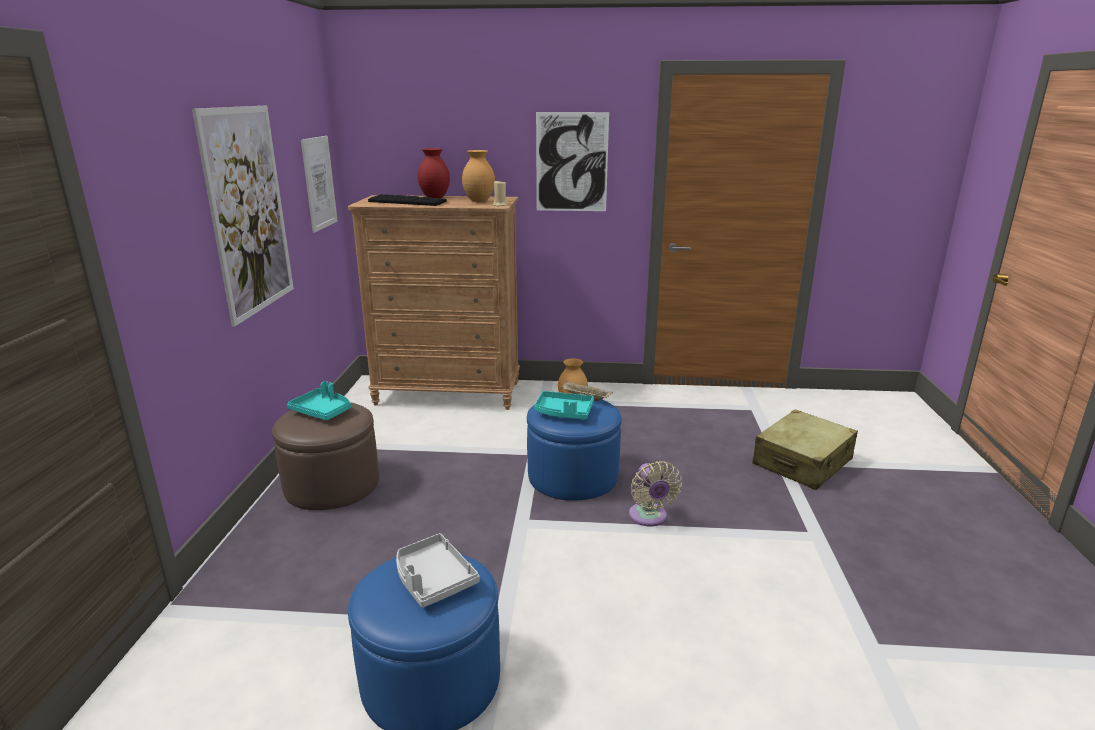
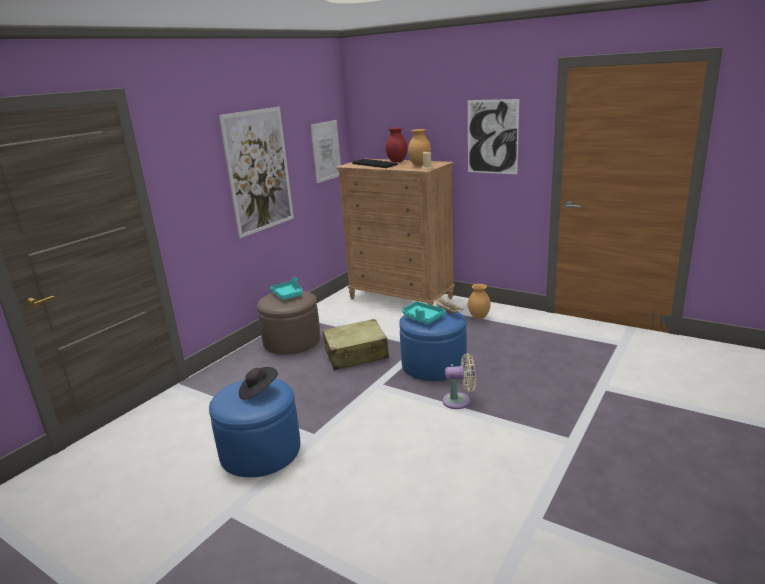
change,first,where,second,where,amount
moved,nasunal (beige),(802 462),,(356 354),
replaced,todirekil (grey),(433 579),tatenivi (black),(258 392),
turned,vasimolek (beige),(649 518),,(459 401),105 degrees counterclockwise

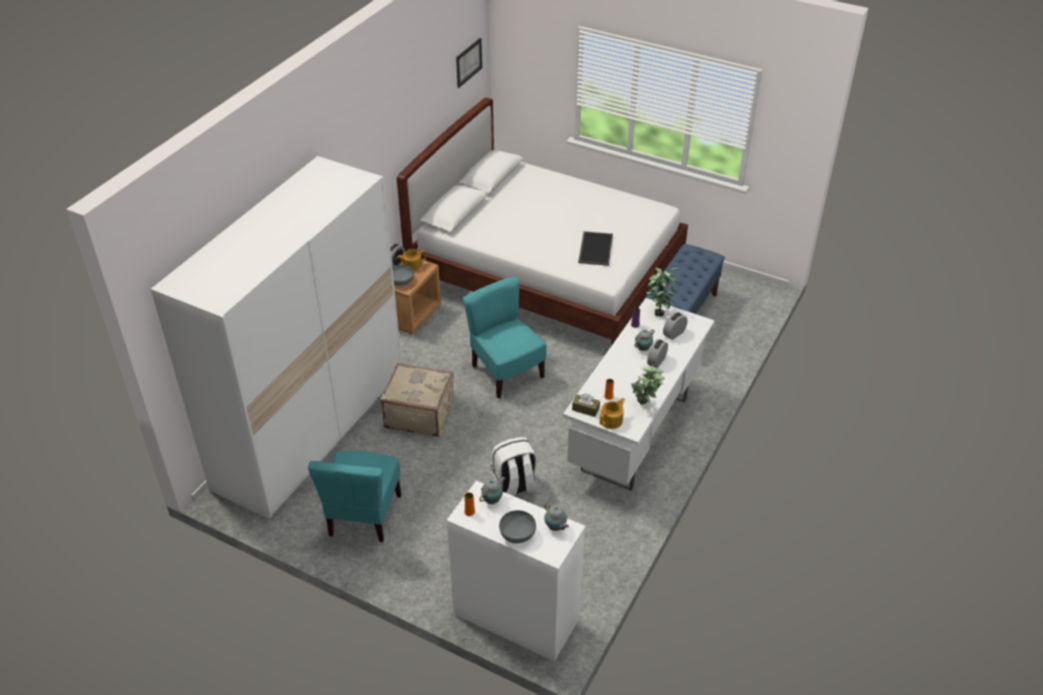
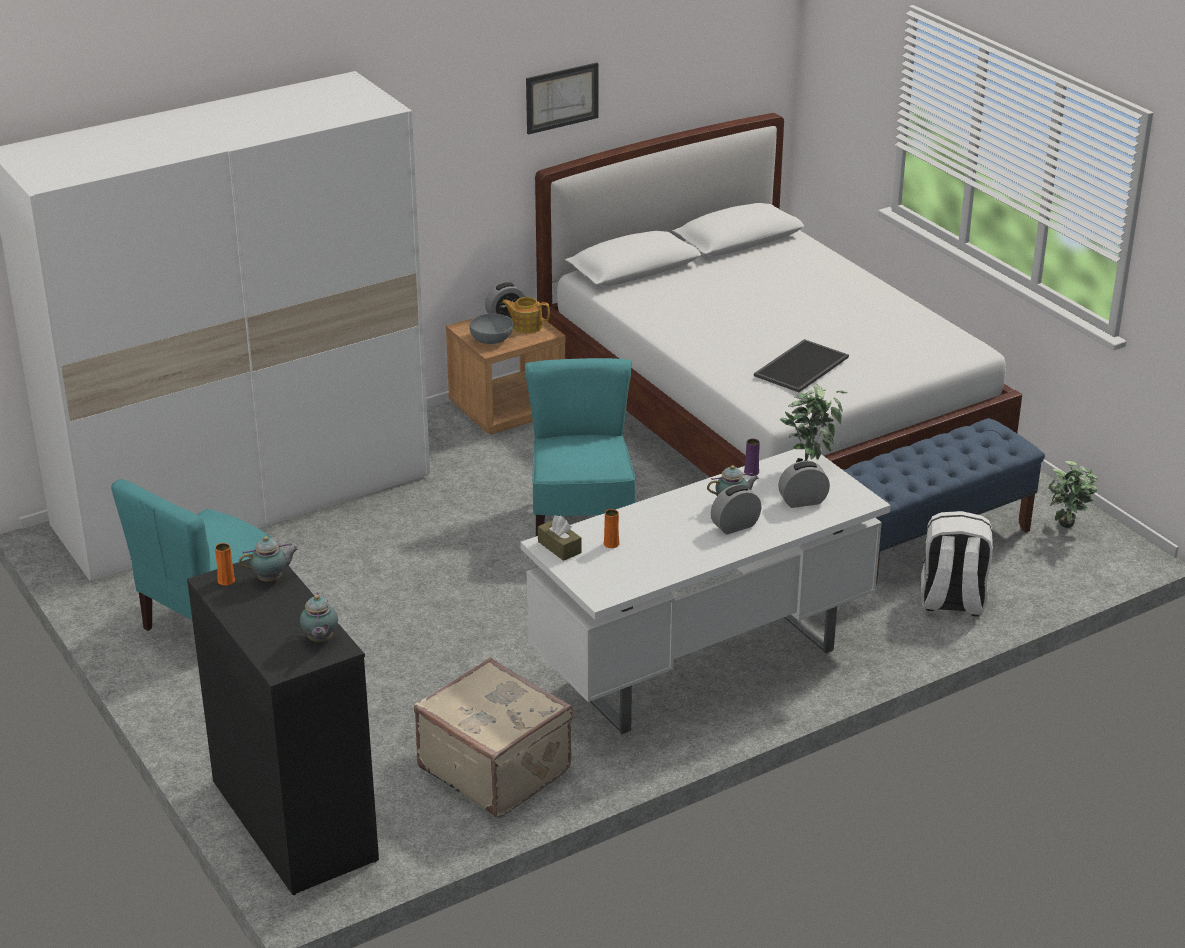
change,first,where,second,where,amount
removed,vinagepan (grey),(517 533),,,
removed,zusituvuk,(612 421),,,
moved,nasunal (beige),(419 414),,(496 768),
moved,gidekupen,(468 62),,(561 97),
moved,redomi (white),(514 487),,(952 601),
moved,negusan,(645 406),,(1067 530),
recoloured,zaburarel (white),(516 617),zaburarel (black),(294 821),

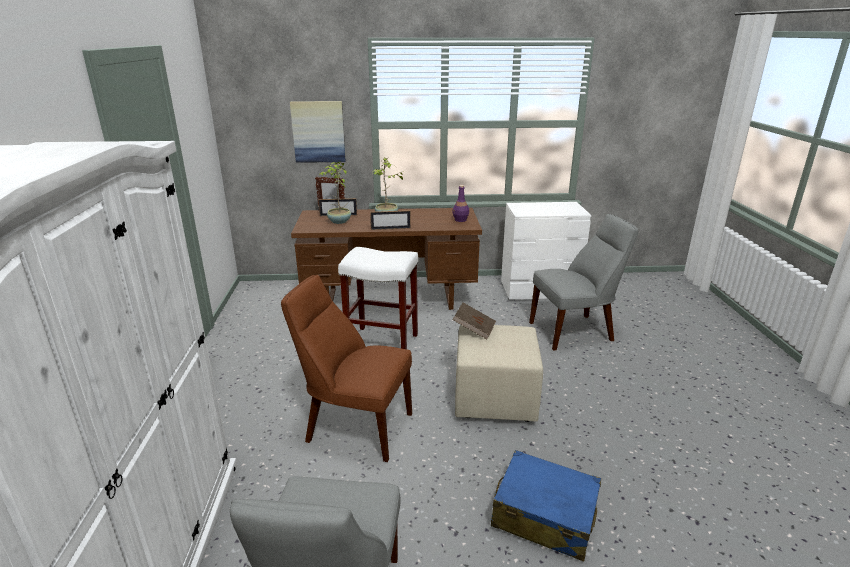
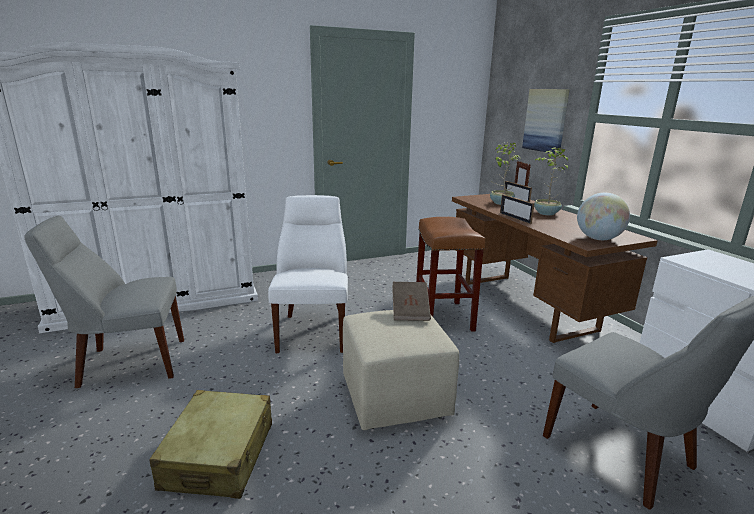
change,first,where,second,where,amount
replaced,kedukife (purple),(460 220),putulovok,(598 239),
recoloured,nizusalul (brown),(355 426),nizusalul (white),(313 330),
recoloured,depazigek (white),(381 342),depazigek (brown),(442 316),
recoloured,nasunal (blue),(544 515),nasunal (beige),(219 455),

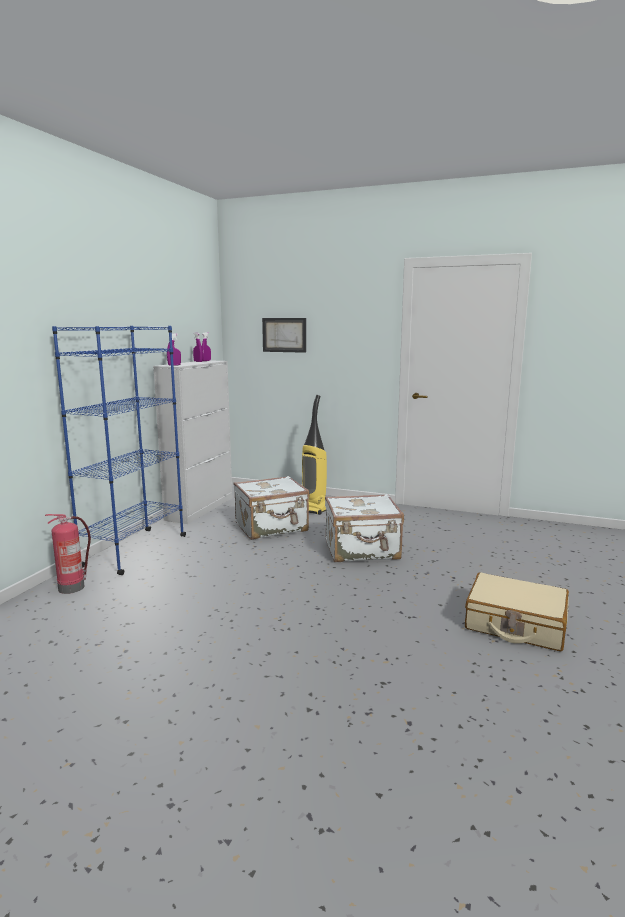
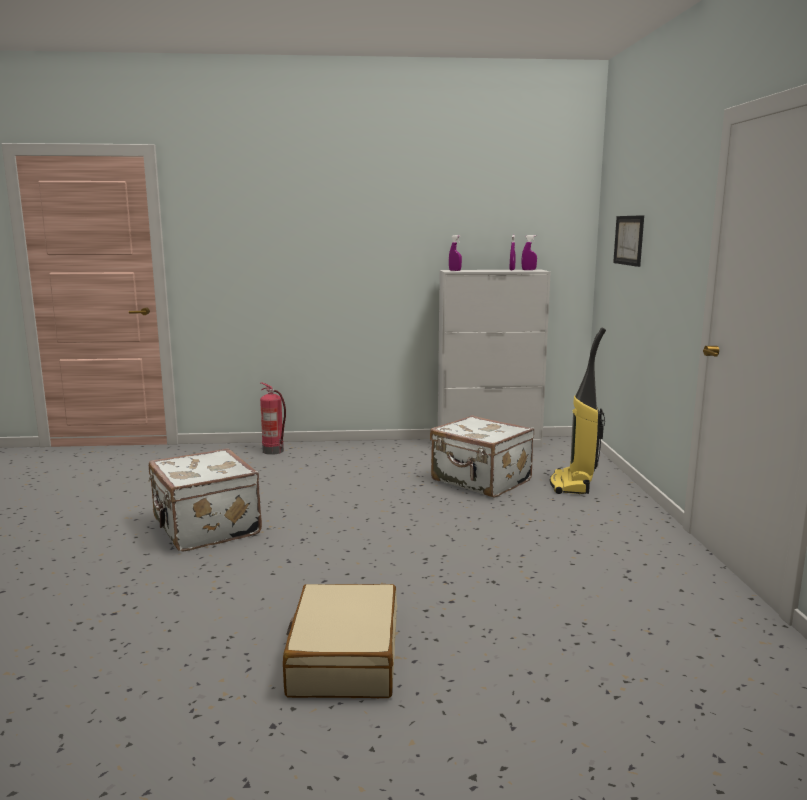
change,first,where,second,where,amount
removed,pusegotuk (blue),(135 551),,,
moved,nasunal (white),(362 550),,(205 528),

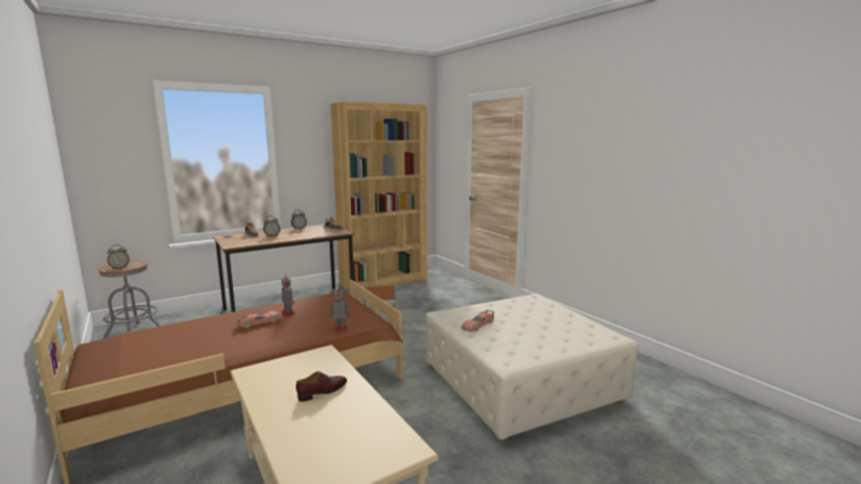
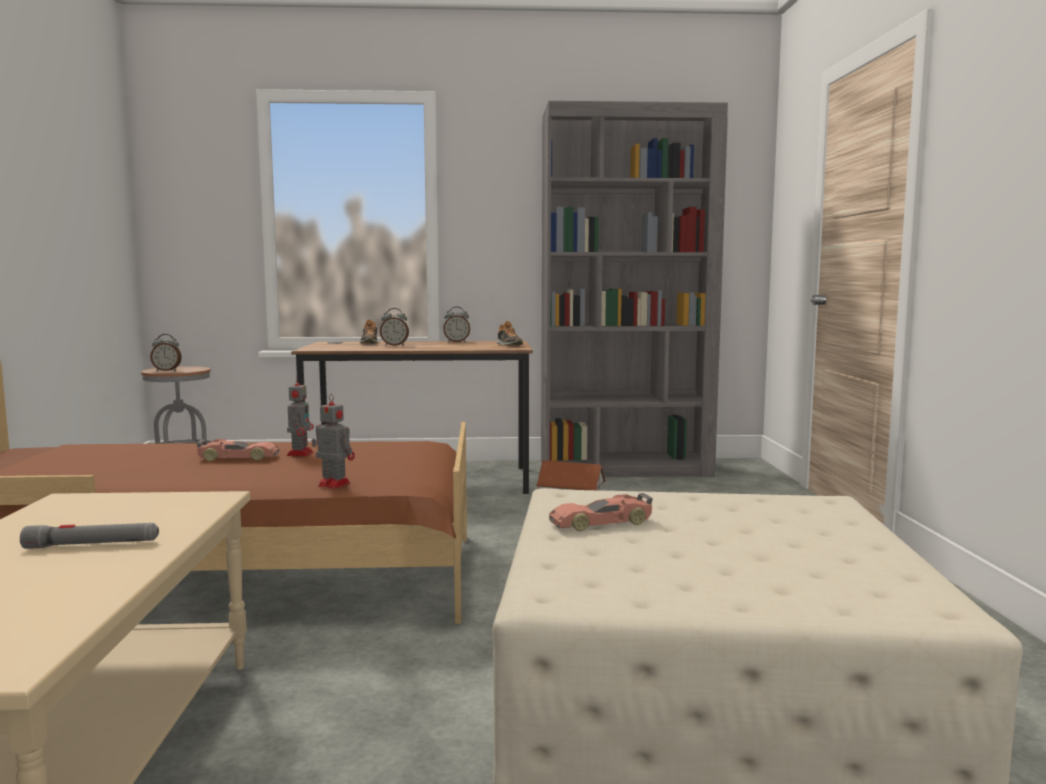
change,first,where,second,where,amount
replaced,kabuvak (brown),(323 391),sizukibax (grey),(92 545),
recoloured,pusegotuk (brown),(384 281),pusegotuk (grey),(625 469),

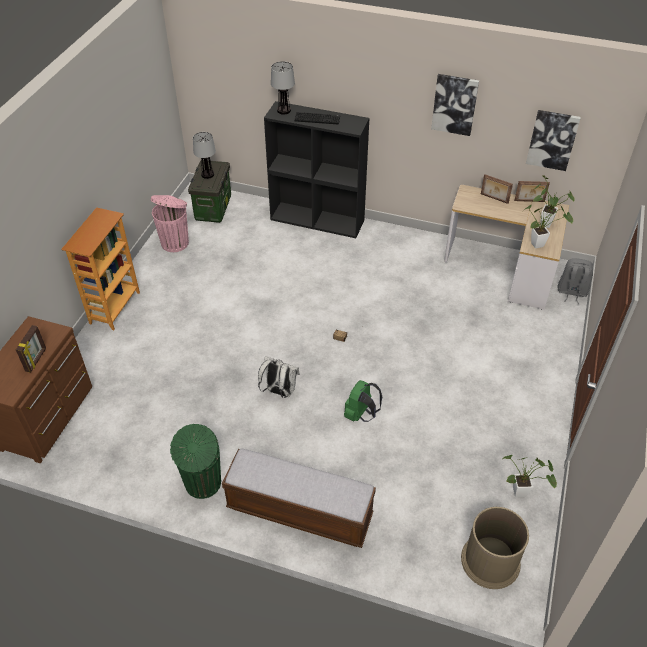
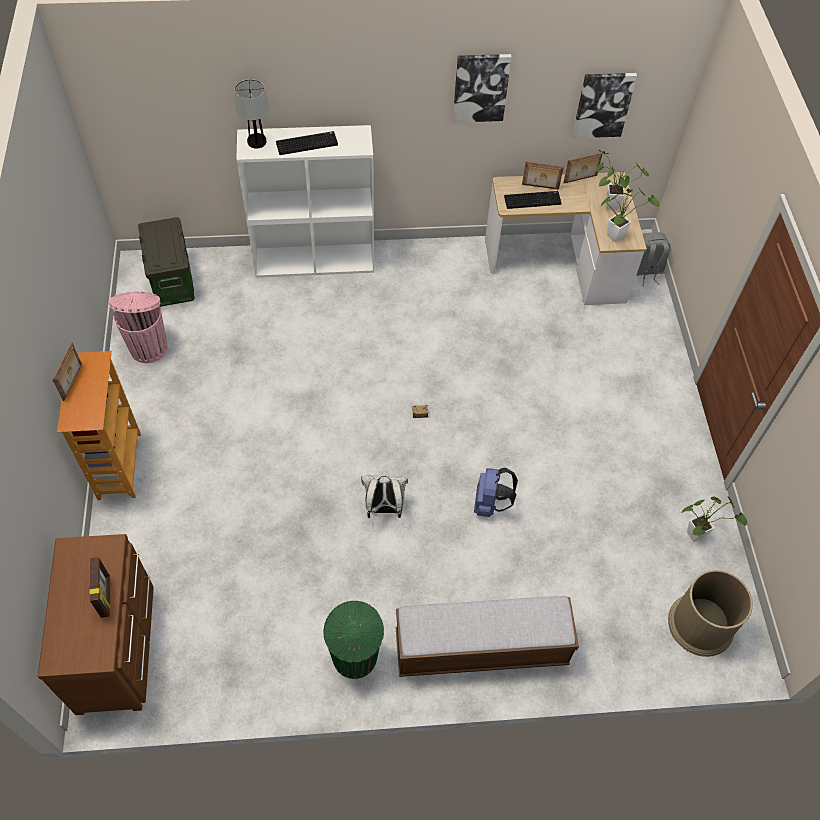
change,first,where,second,where,amount
removed,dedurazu,(207 174),,,
added,,,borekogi,(73 382),
added,,,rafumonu,(533 200),
recoloured,pusegotuk (black),(318 220),pusegotuk (white),(315 260),
recoloured,redomi (green),(361 414),redomi (blue),(490 504),

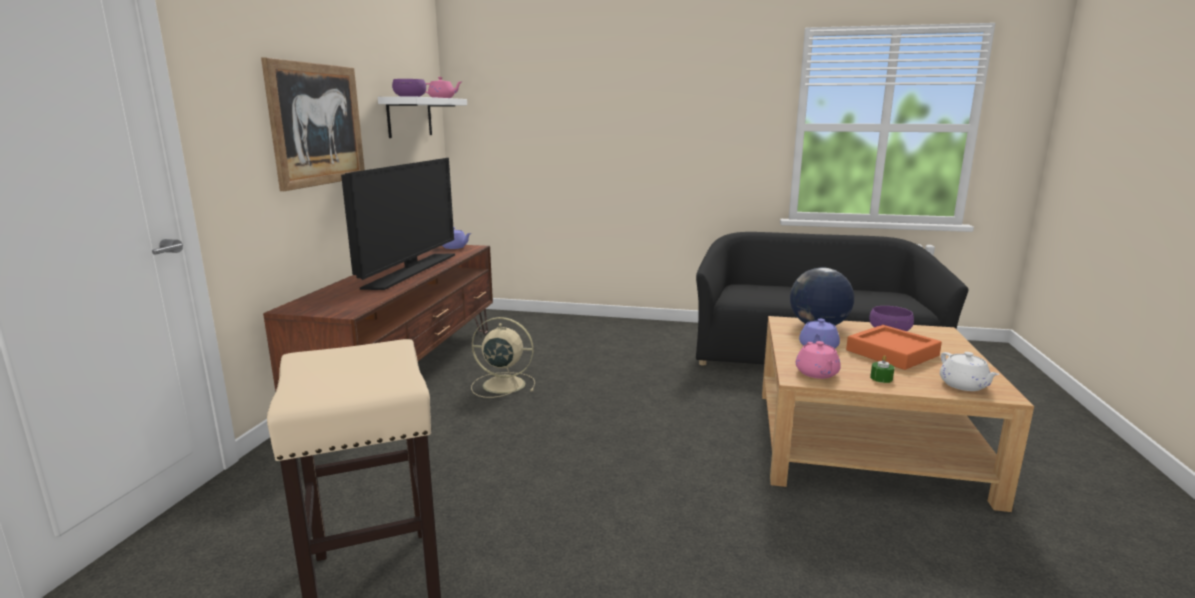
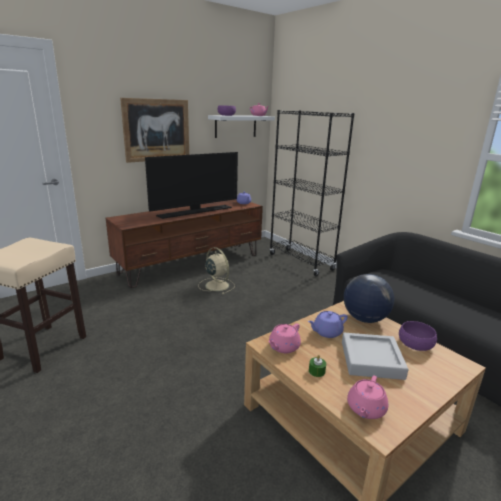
change,first,where,second,where,amount
added,,,pusegotuk (black),(301 262),
recoloured,todirekil (orange),(892 353),todirekil (grey),(371 360),
recoloured,zusituvuk (white),(964 385),zusituvuk (pink),(365 409),

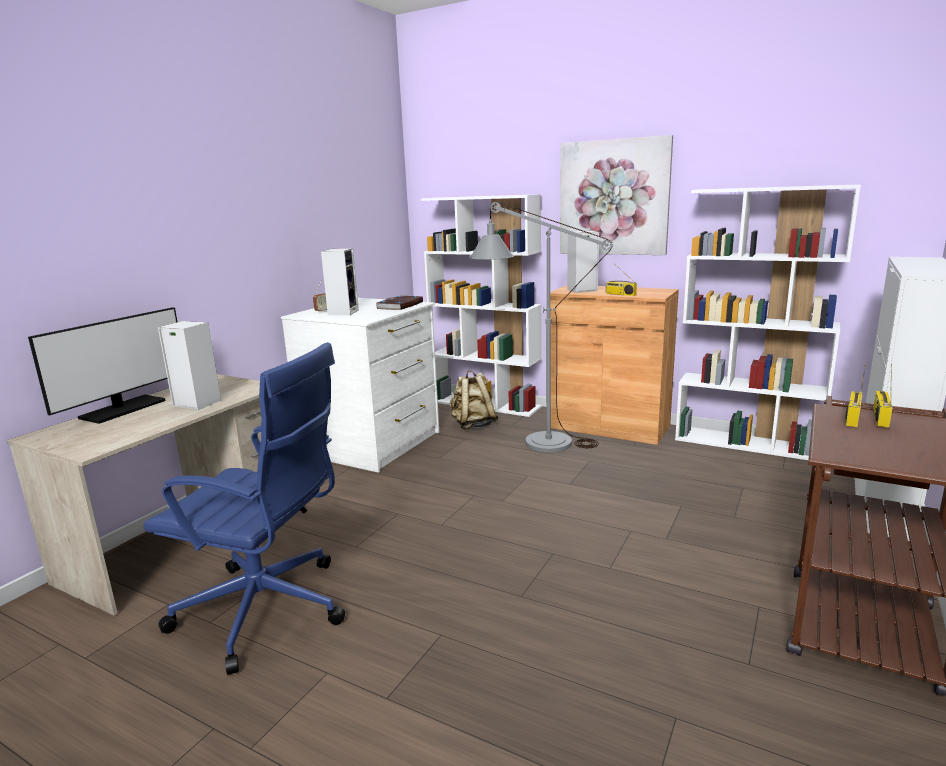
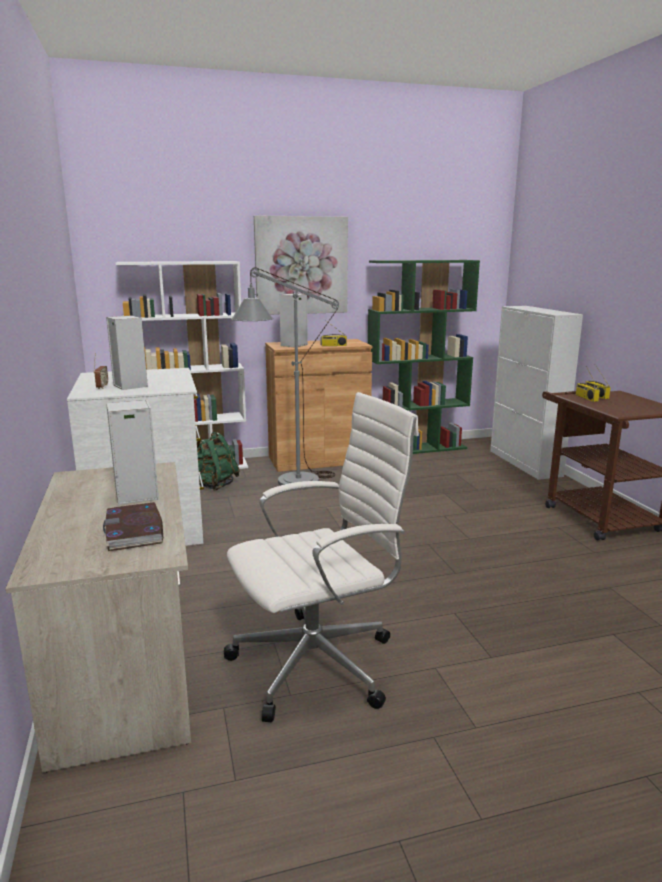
change,first,where,second,where,amount
removed,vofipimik,(123 409),,,
moved,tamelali,(400 305),,(134 530),
recoloured,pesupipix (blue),(267 610),pesupipix (white),(319 663),
recoloured,redomi (beige),(473 425),redomi (green),(213 485),
recoloured,pusegotuk (white),(747 443),pusegotuk (green),(416 448),

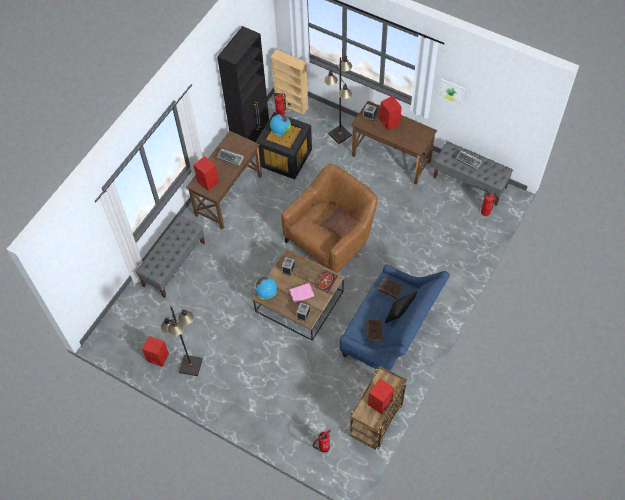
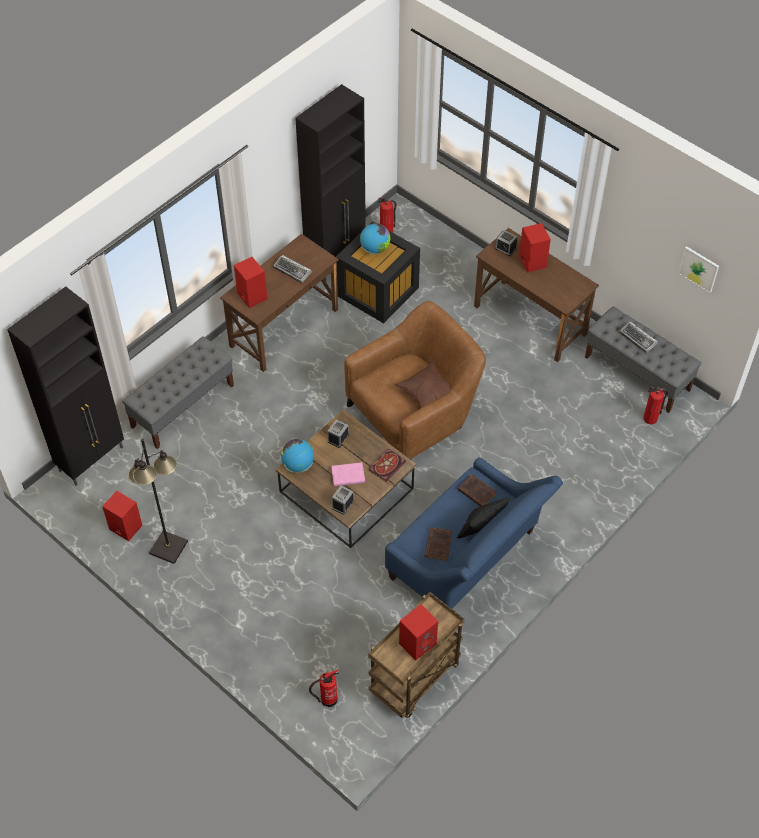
change,first,where,second,where,amount
removed,pusegotuk (beige),(291 104),,,
removed,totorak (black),(340 134),,,
added,,,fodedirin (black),(92 459),
moved,gidekupen,(451 91),,(699 269),

